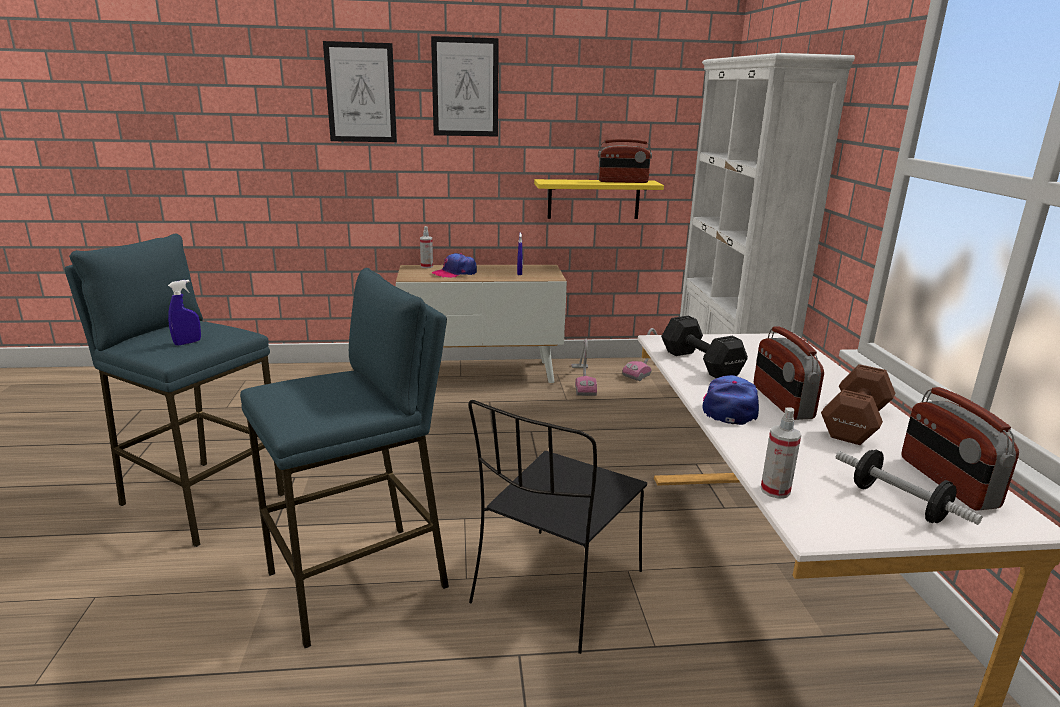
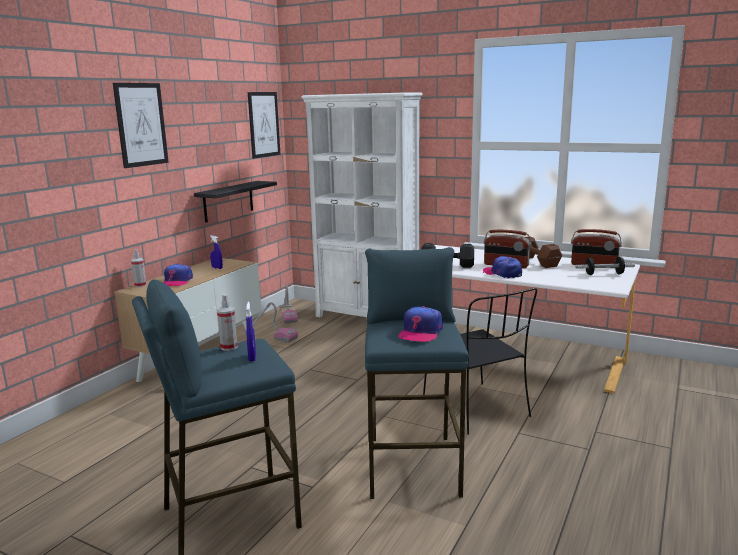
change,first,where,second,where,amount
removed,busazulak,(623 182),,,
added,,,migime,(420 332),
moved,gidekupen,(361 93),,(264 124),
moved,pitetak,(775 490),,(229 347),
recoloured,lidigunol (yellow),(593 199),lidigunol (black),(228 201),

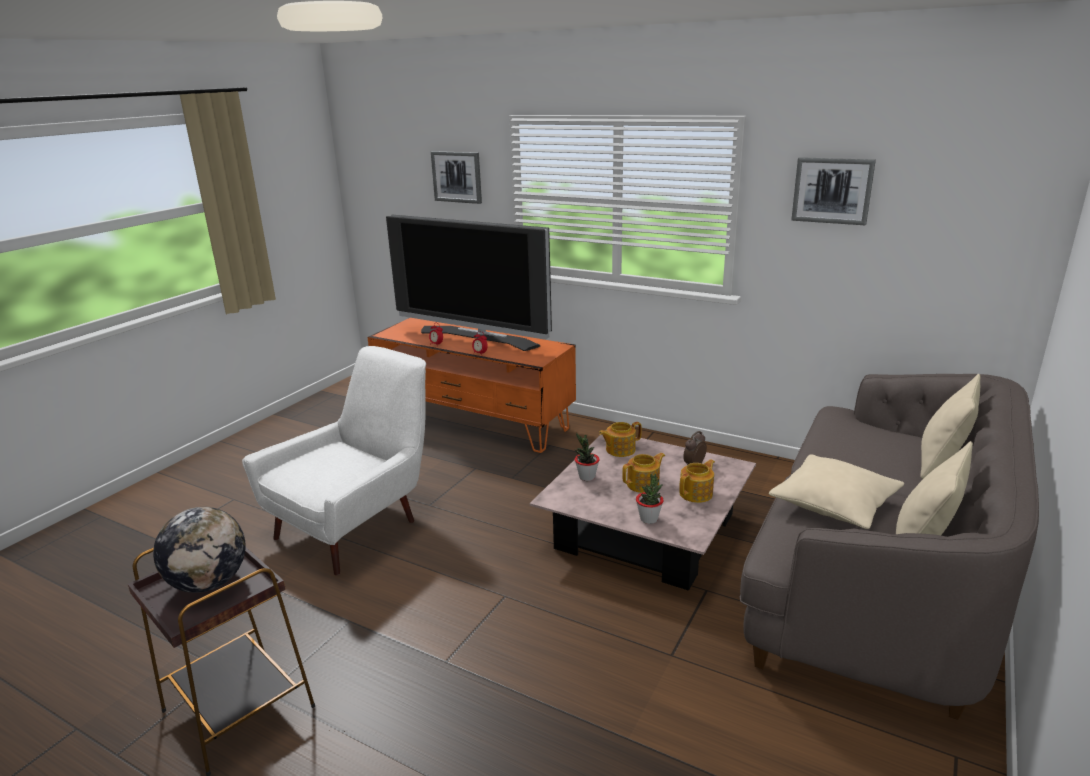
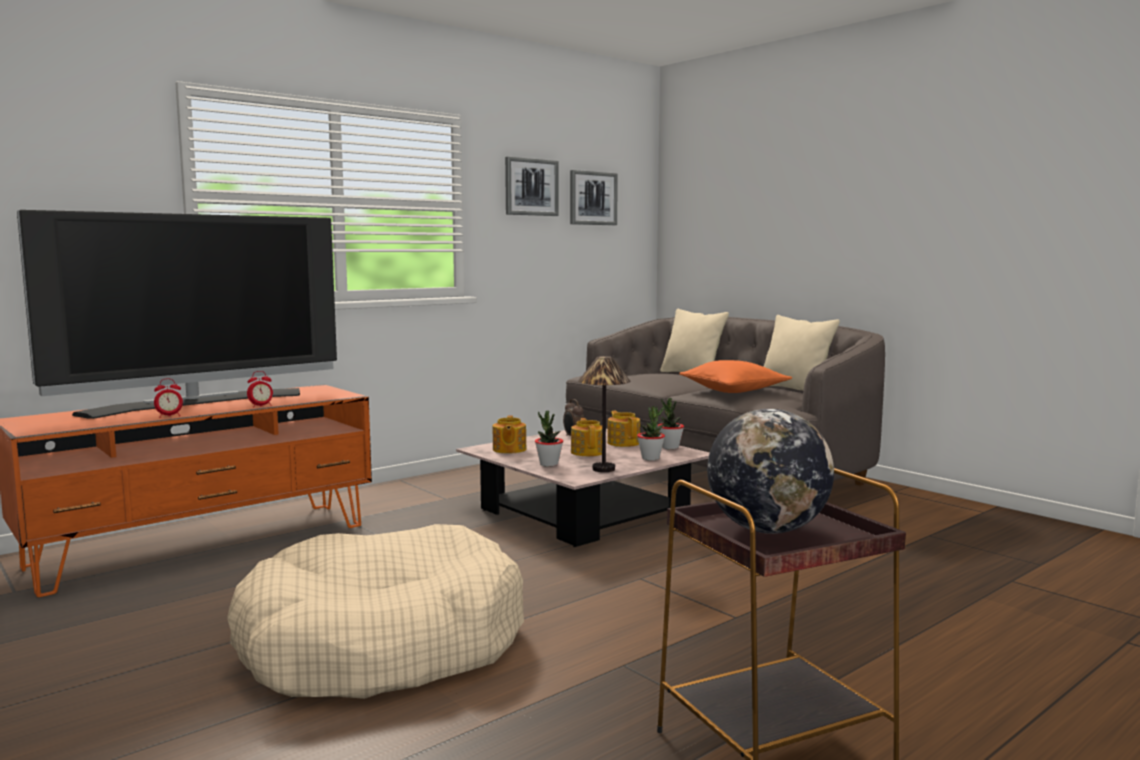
change,first,where,second,where,amount
added,,,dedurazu,(603 469),
added,,,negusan,(670 447),
moved,gidekupen,(457 177),,(592 198),
replaced,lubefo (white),(358 524),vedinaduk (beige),(382 644),
recoloured,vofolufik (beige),(834 504),vofolufik (orange),(734 390),

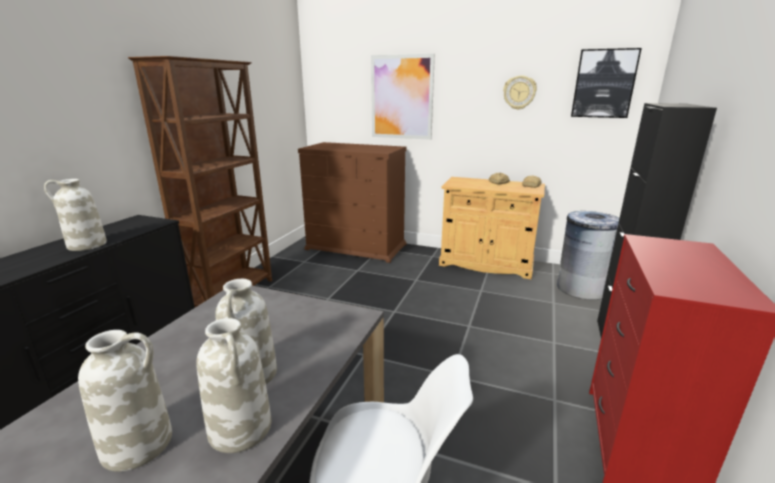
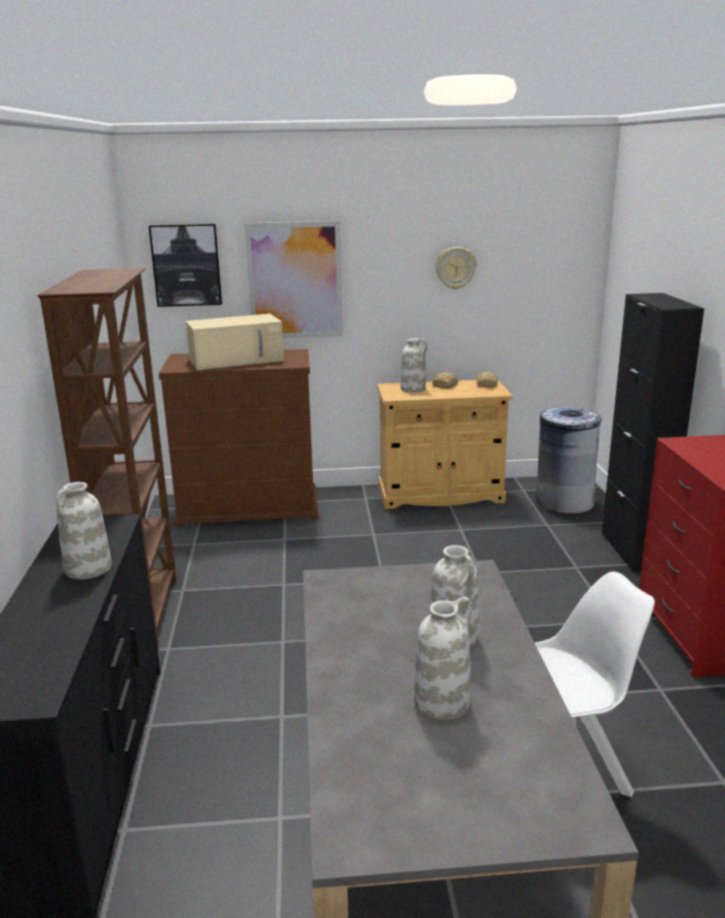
change,first,where,second,where,amount
added,,,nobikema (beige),(237 360),
moved,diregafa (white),(241 429),,(413 389),
moved,gidekupen,(604 84),,(186 265),

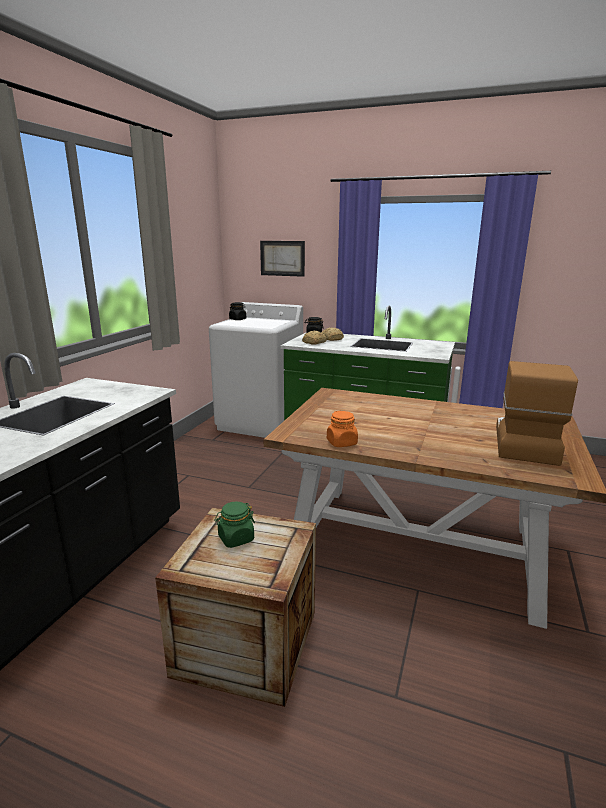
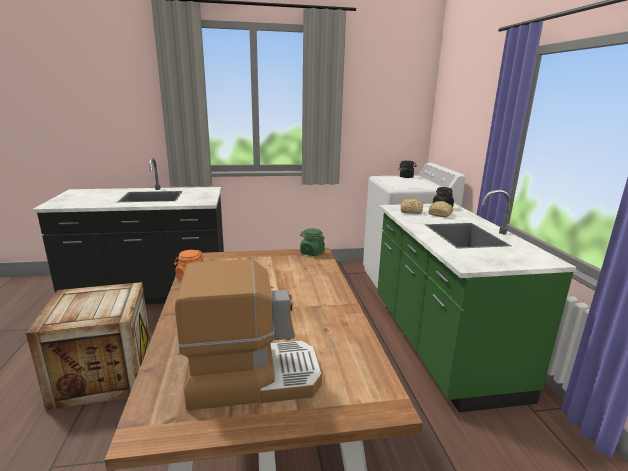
change,first,where,second,where,amount
removed,gidekupen,(282 258),,,
moved,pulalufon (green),(236 538),,(312 253),

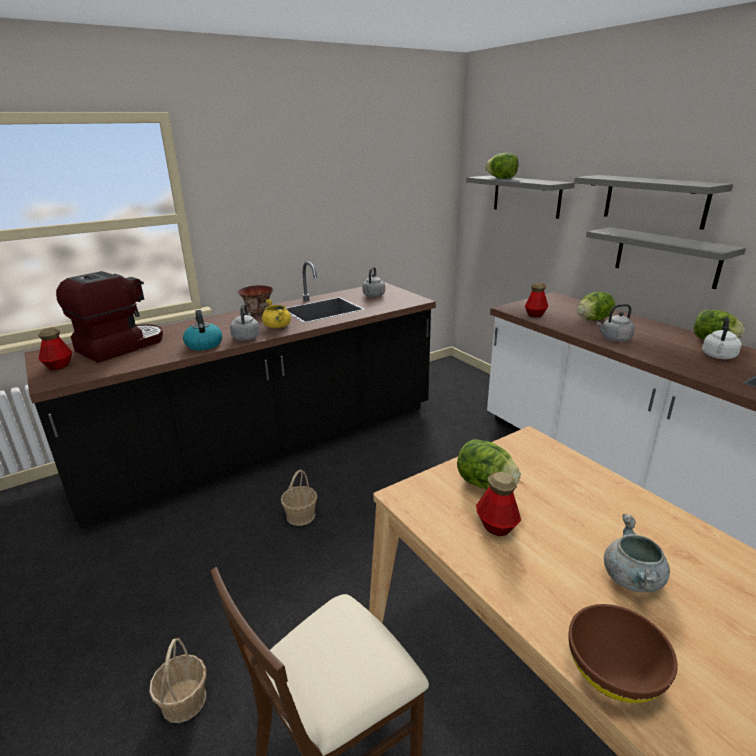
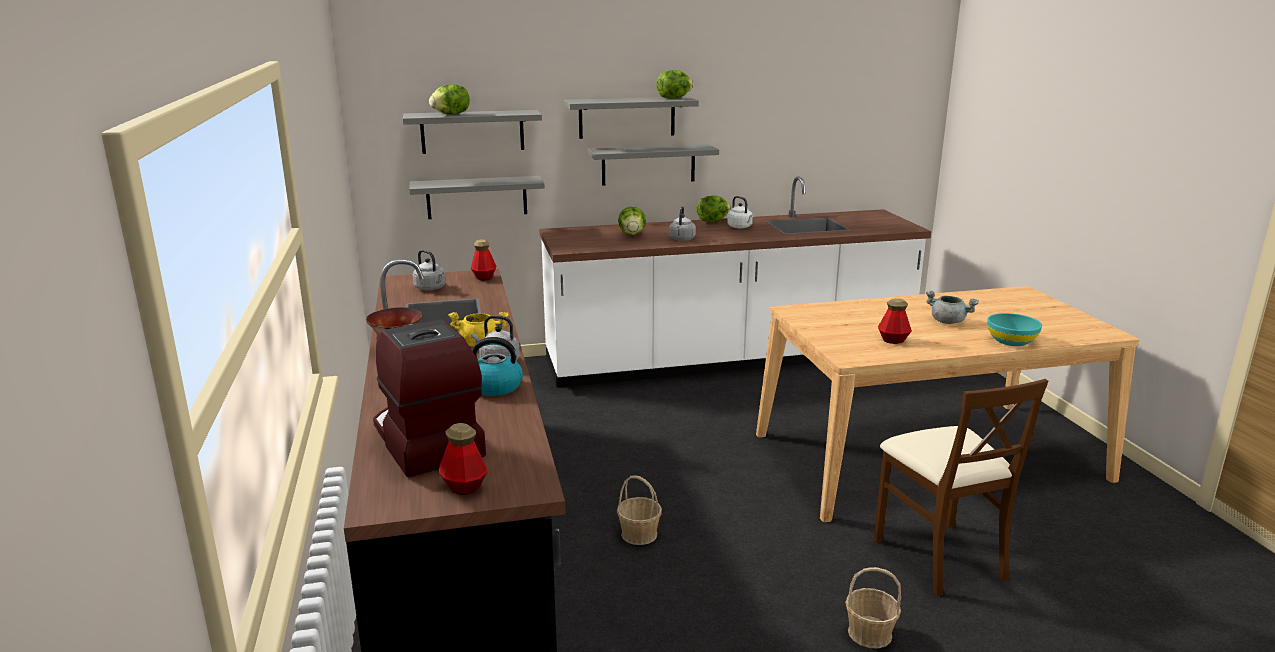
change,first,where,second,where,amount
added,,,lidigunol (grey),(477 197),
moved,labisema,(485 484),,(674 98),
moved,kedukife,(535 315),,(484 277),
recoloured,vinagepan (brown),(614 672),vinagepan (turquoise),(1011 341),

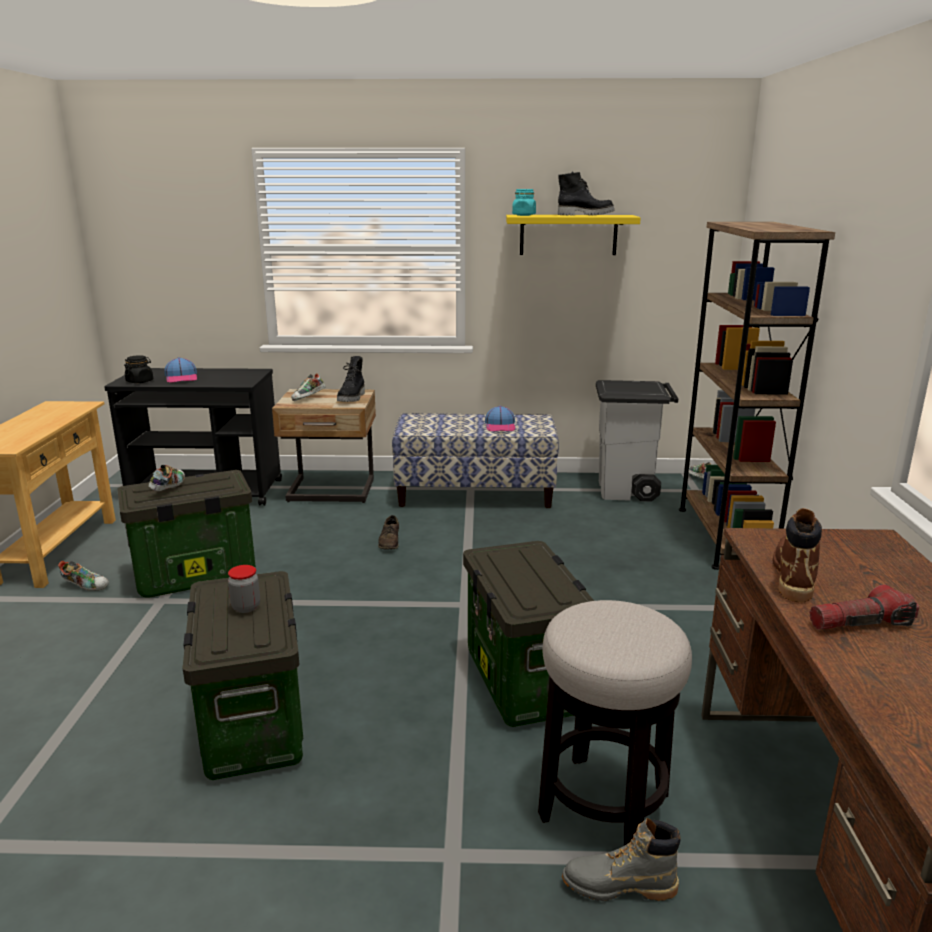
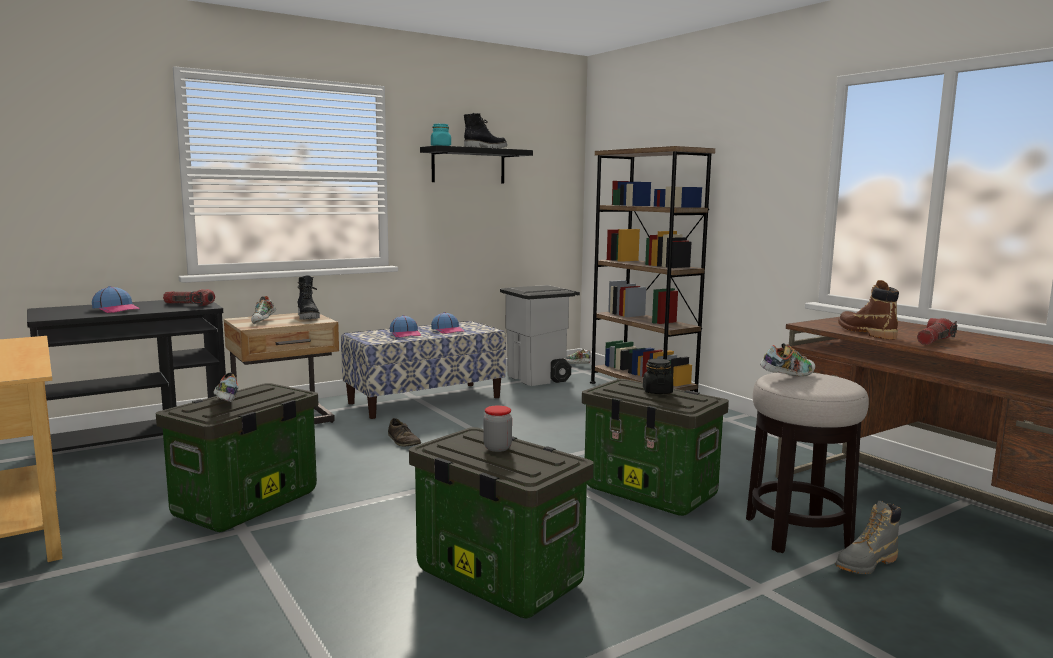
change,first,where,second,where,amount
added,,,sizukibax,(189 304),
added,,,migime,(405 334),
moved,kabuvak,(86 586),,(787 375),
moved,pulalufon (black),(140 381),,(657 391),
recoloured,lidigunol (yellow),(568 235),lidigunol (black),(468 166),

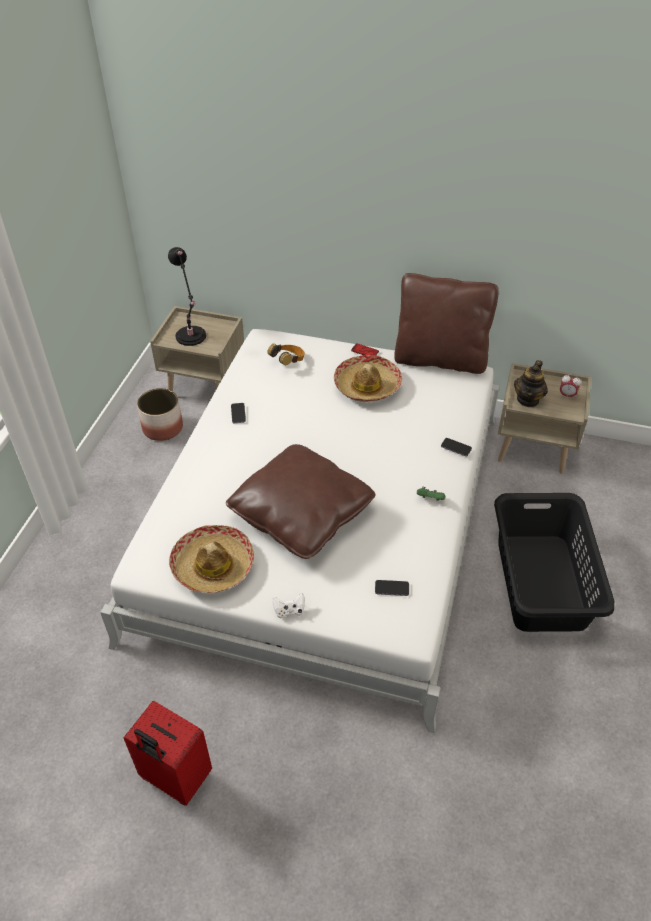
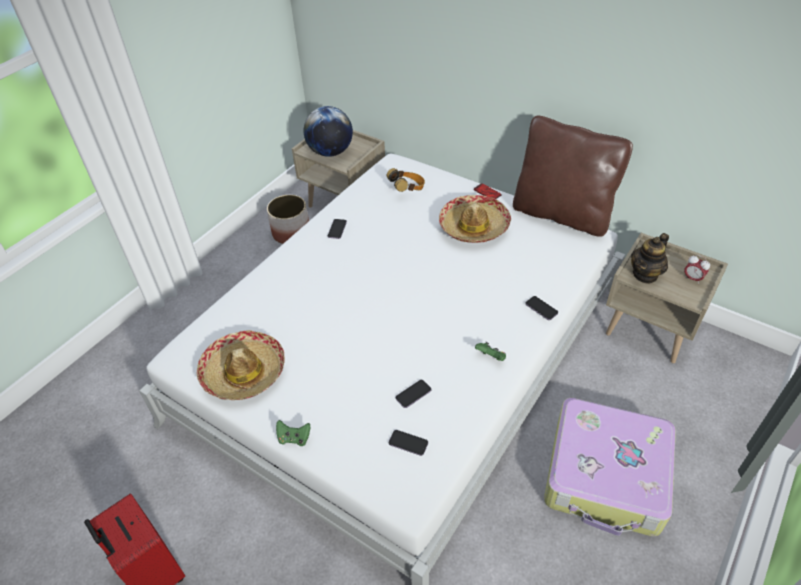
change,first,where,second,where,amount
removed,vofolufik (brown),(301 513),,,
added,,,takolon,(413 394),
replaced,dedurazu (black),(191 338),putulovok,(330 152),
replaced,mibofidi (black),(541 581),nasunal,(606 476),
recoloured,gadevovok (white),(289 611),gadevovok (green),(294 438),

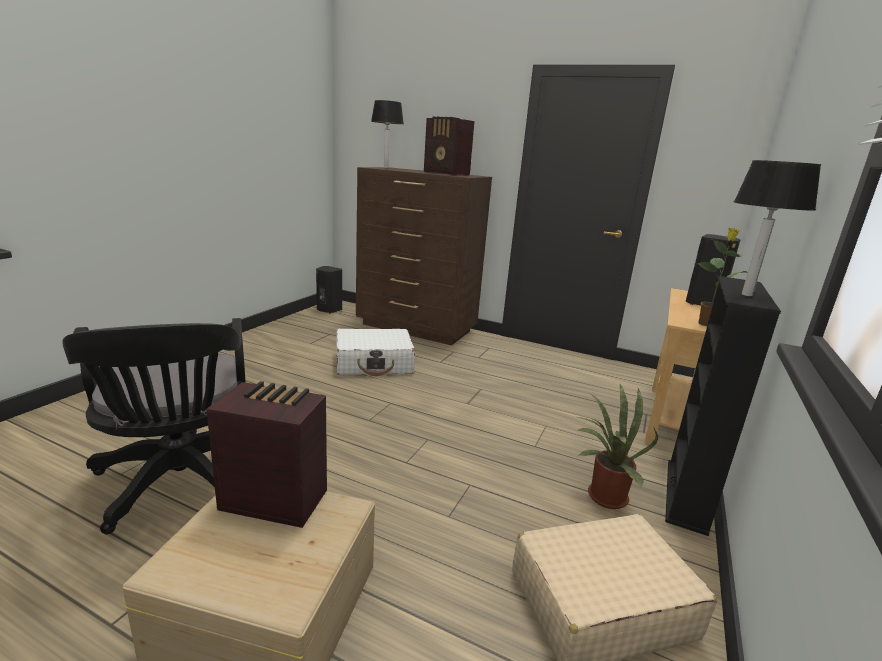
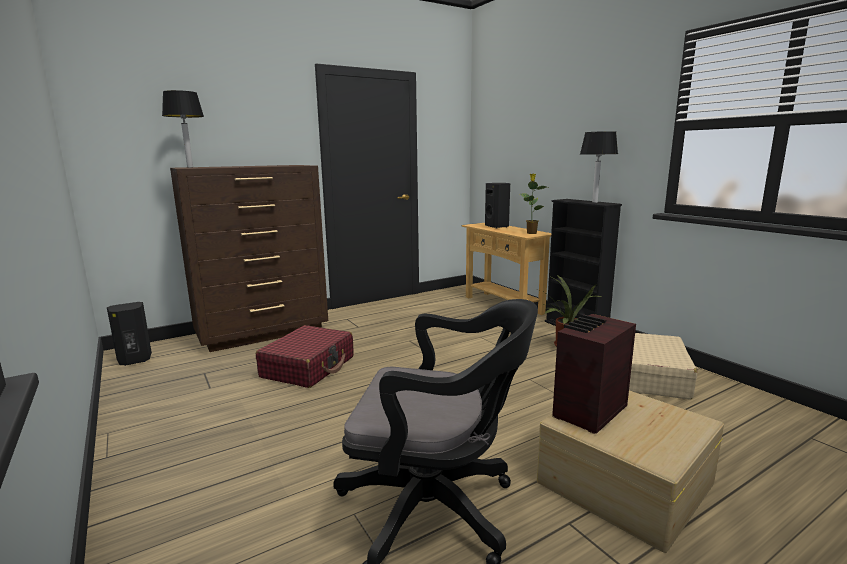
change,first,where,second,where,amount
removed,busazulak,(446 173),,,
recoloured,nasunal (white),(374 363),nasunal (red),(308 367),

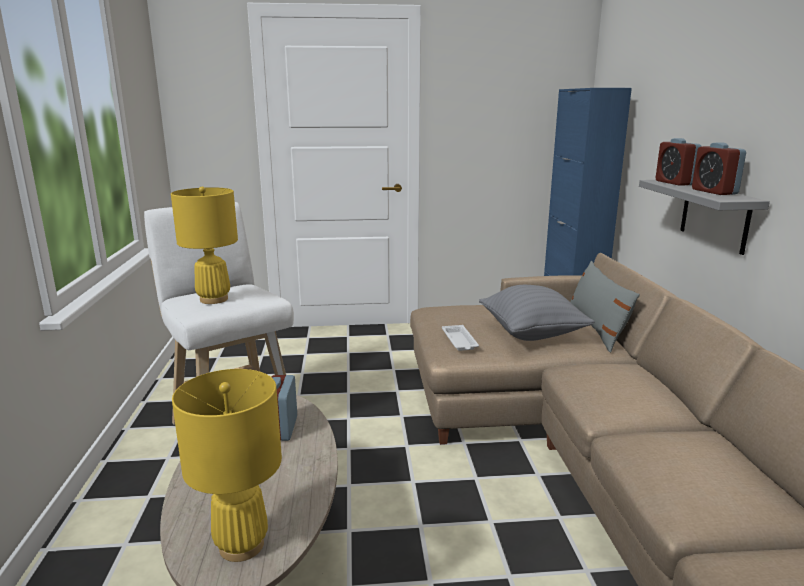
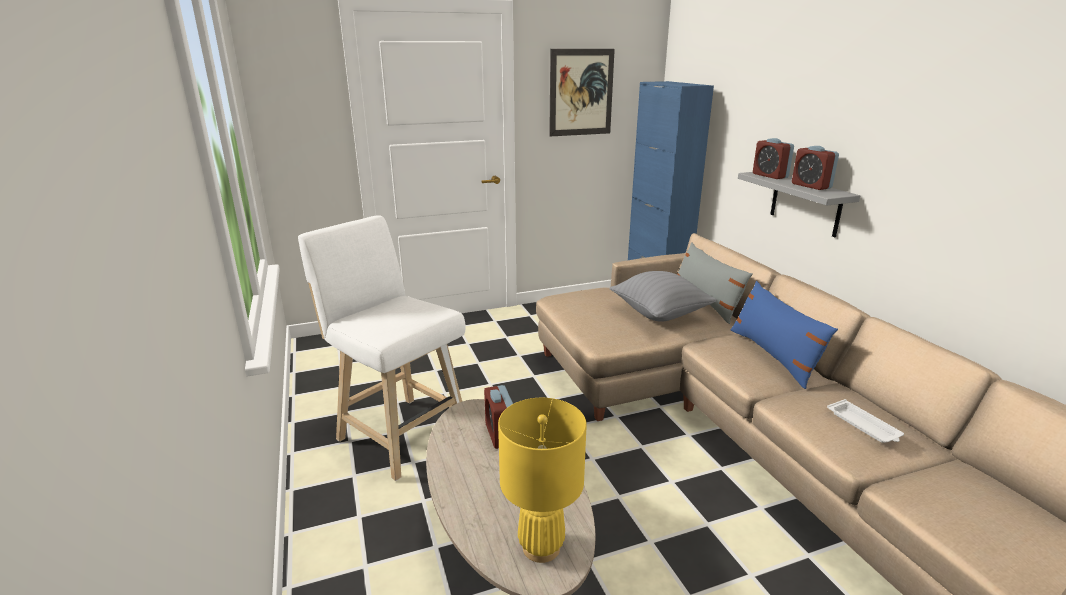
change,first,where,second,where,amount
removed,dedurazu (yellow),(214 299),,,
added,,,gidekupen,(581 92),
added,,,vofolufik (blue),(773 356),
moved,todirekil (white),(459 341),,(864 426),

